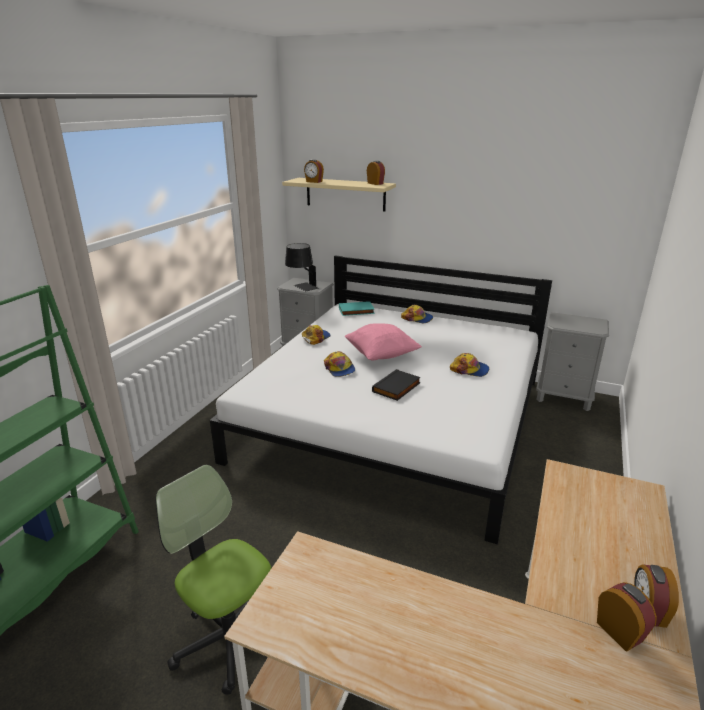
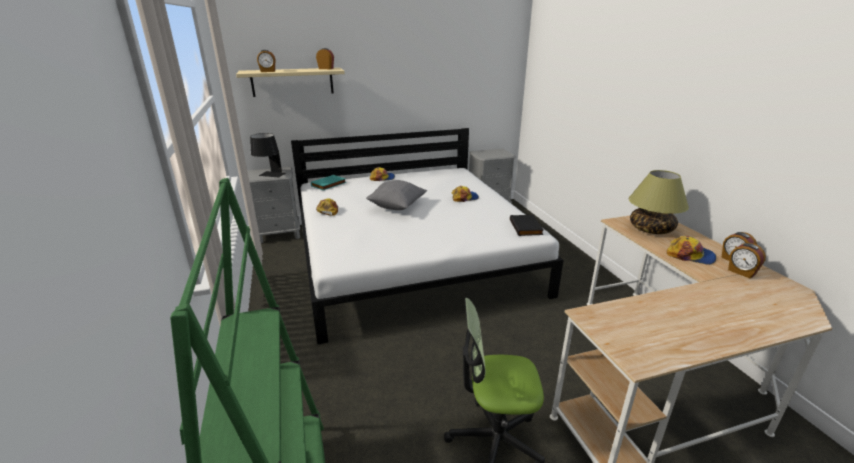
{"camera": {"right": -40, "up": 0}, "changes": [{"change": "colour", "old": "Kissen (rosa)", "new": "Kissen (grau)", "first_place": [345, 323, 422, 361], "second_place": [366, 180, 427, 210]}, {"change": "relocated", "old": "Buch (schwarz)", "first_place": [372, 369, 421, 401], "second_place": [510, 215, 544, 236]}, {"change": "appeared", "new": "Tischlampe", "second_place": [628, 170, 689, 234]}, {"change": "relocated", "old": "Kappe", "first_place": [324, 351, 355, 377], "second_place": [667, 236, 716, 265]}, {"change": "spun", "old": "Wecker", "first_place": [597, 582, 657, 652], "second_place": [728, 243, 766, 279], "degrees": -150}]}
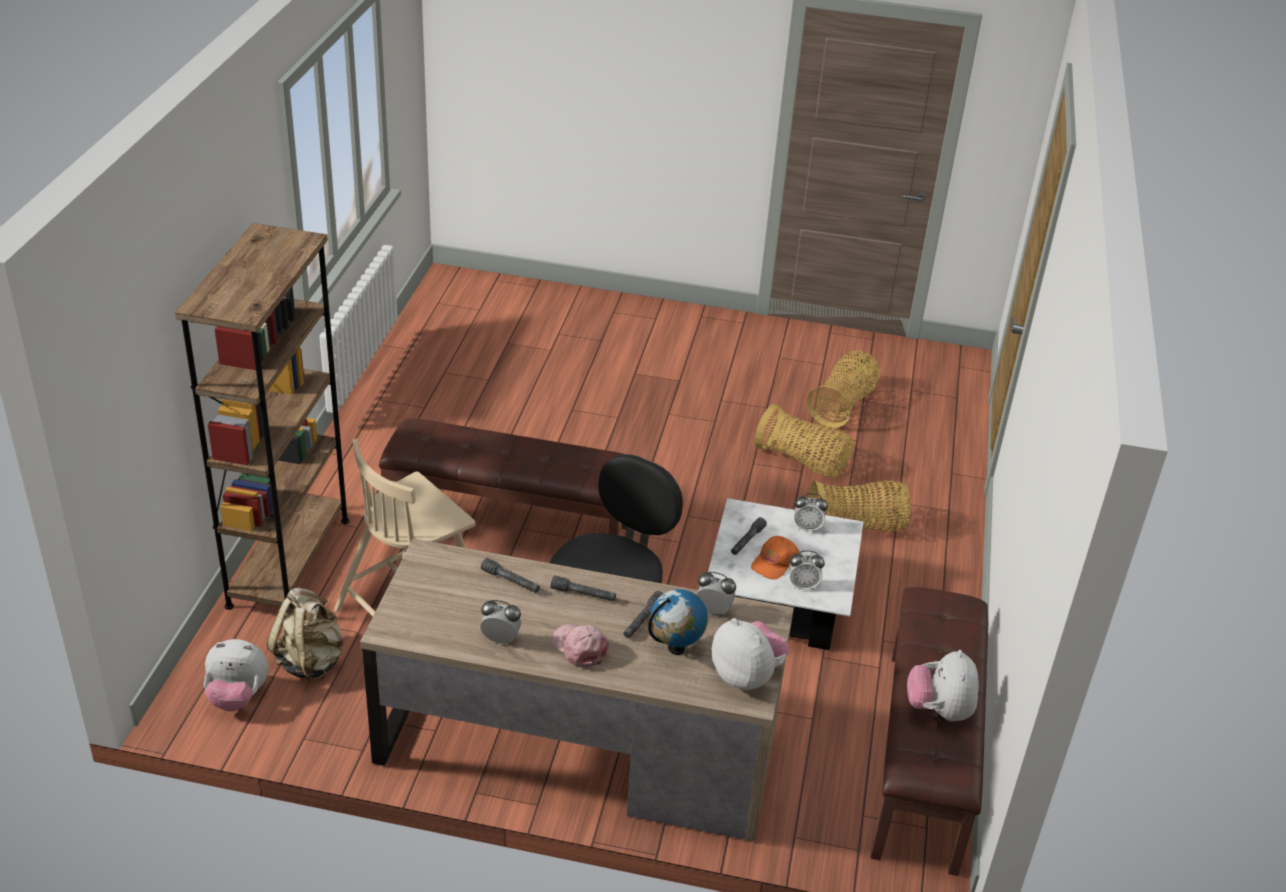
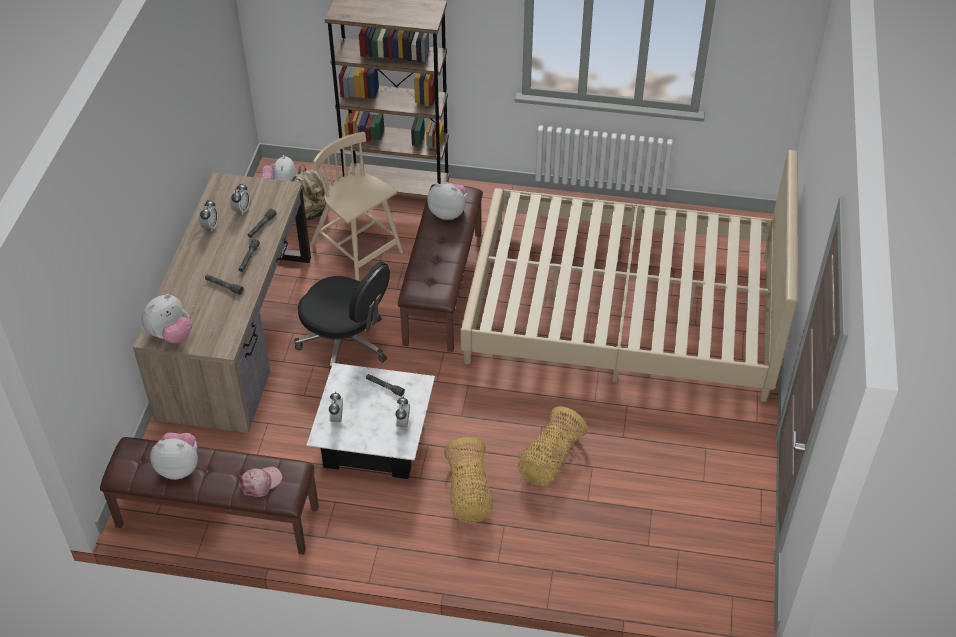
{"camera": {"right": 90, "up": 10}, "changes": [{"change": "relocated", "old": "Wecker", "first_place": [696, 572, 736, 615], "second_place": [230, 184, 250, 215]}, {"change": "relocated", "old": "Kappe (rosa)", "first_place": [552, 624, 609, 668], "second_place": [239, 467, 282, 497]}, {"change": "appeared", "new": "Plüschtier", "second_place": [427, 182, 467, 220]}, {"change": "appeared", "new": "Bett (beige)", "second_place": [460, 150, 798, 402]}, {"change": "missing", "old": "Globus", "first_place": [648, 589, 708, 655]}, {"change": "missing", "old": "Kappe (orange)", "first_place": [751, 536, 799, 580]}, {"change": "missing", "old": "Korb", "first_place": [807, 351, 880, 428]}]}
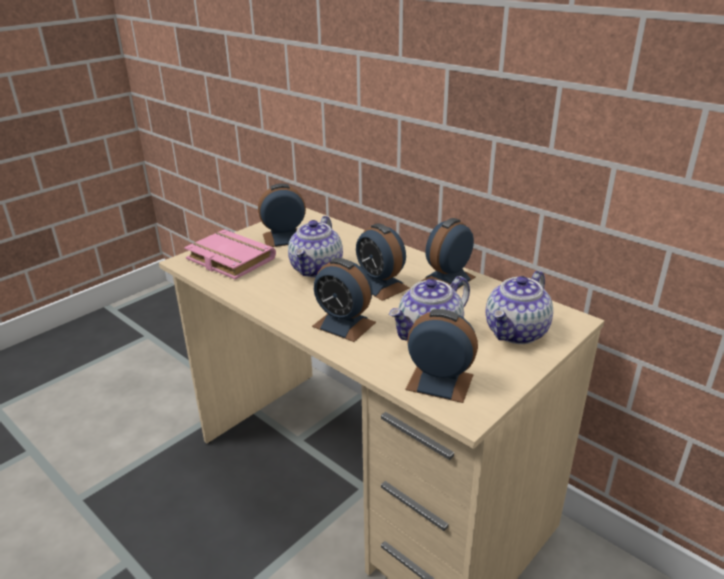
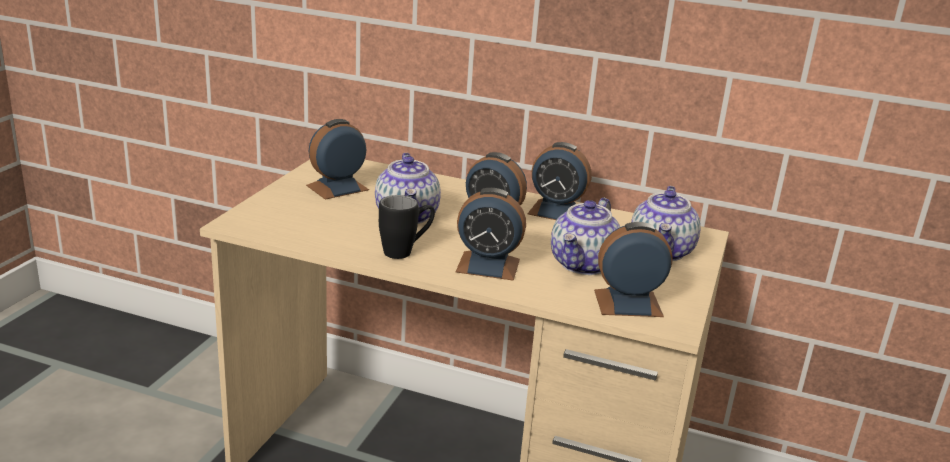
{"camera": {"right": -25, "up": -5}, "changes": [{"change": "appeared", "new": "Henkelbecher (schwarz)", "second_place": [379, 195, 435, 259]}, {"change": "spun", "old": "Wecker", "first_place": [422, 218, 476, 288], "second_place": [527, 142, 592, 220], "degrees": -90}, {"change": "missing", "old": "Buch (rosa)", "first_place": [184, 229, 276, 280]}]}
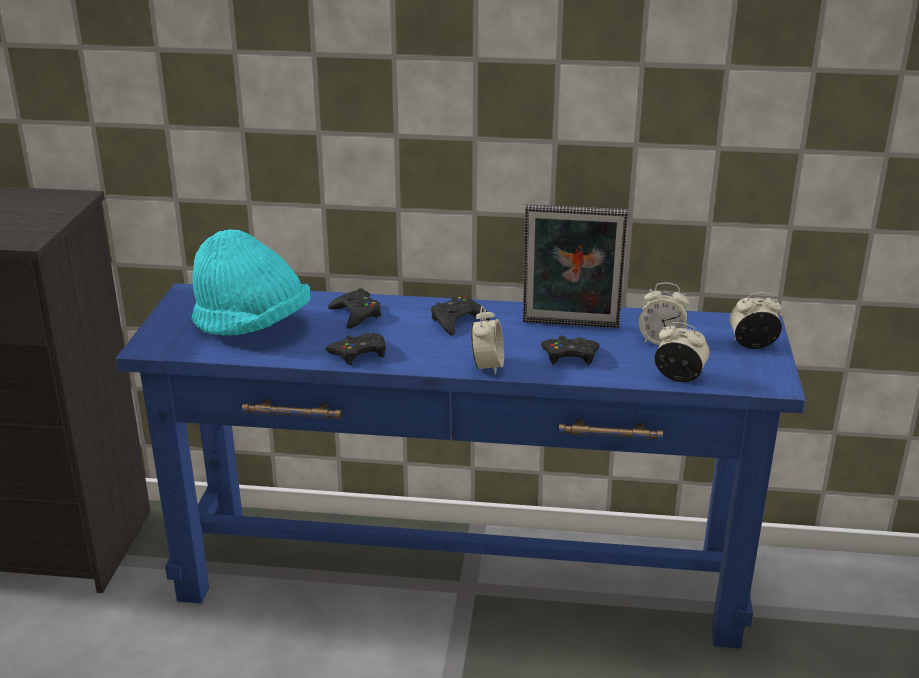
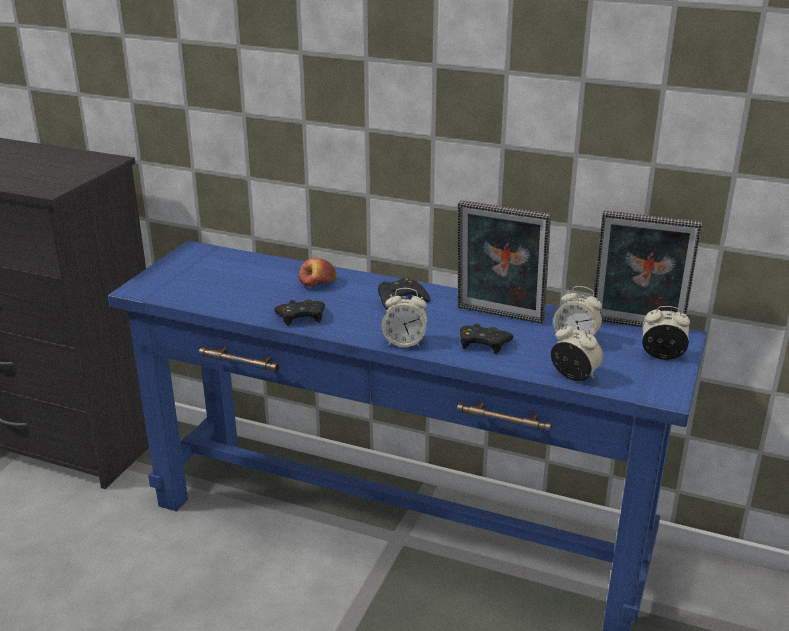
{"camera": {"right": 15, "up": 0}, "changes": [{"change": "exchanged", "old": "Gamepad (schwarz)", "new": "Apfel", "first_place": [328, 288, 381, 329], "second_place": [298, 258, 337, 287]}, {"change": "spun", "old": "Wecker", "first_place": [471, 306, 504, 375], "second_place": [382, 288, 427, 347], "degrees": 75}, {"change": "appeared", "new": "Bilderrahmen", "second_place": [594, 211, 702, 327]}, {"change": "missing", "old": "Hut (türkis)", "first_place": [191, 229, 311, 336]}]}
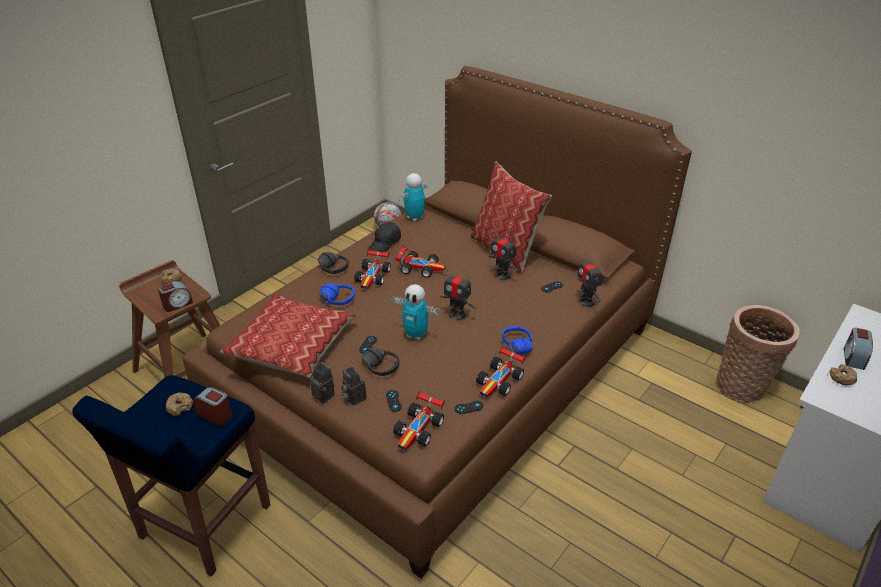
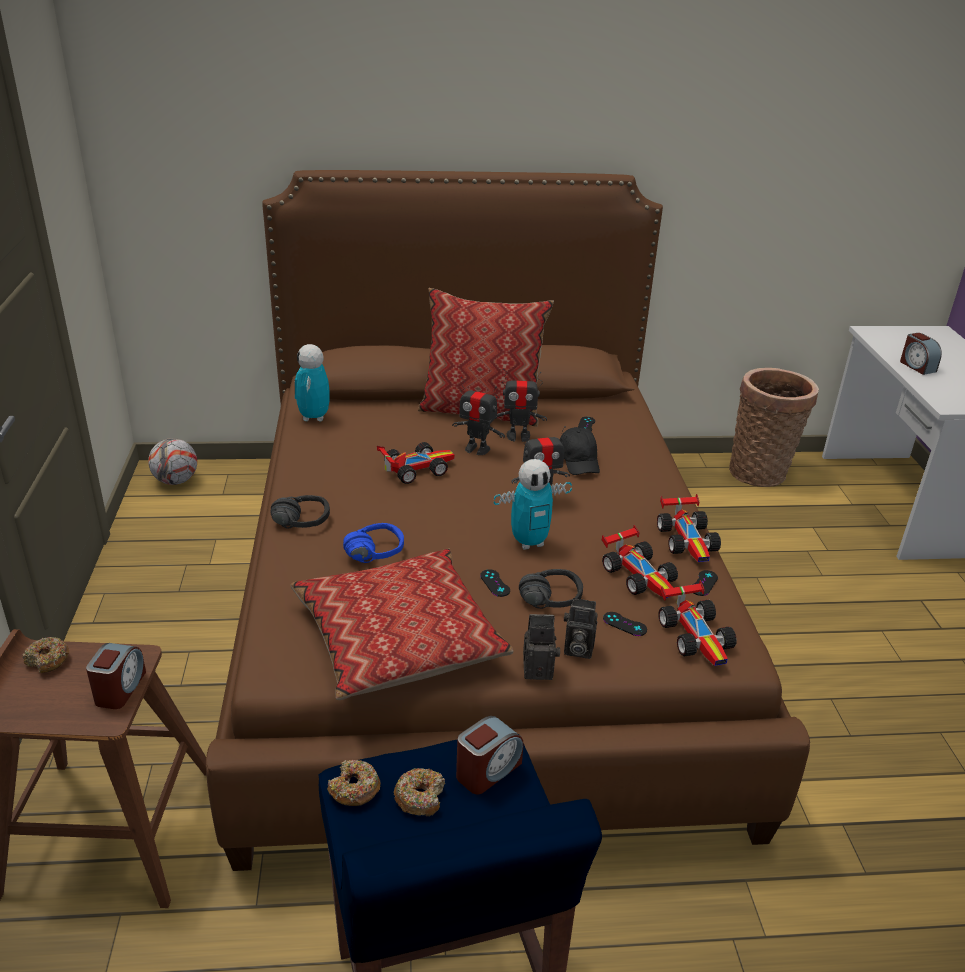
{"camera": {"right": -45, "up": -5}, "changes": [{"change": "relocated", "old": "Donut", "first_place": [829, 364, 857, 385], "second_place": [327, 760, 381, 806]}, {"change": "relocated", "old": "Spielzeugroboter", "first_place": [578, 251, 603, 307], "second_place": [452, 377, 505, 455]}, {"change": "spun", "old": "Wecker", "first_place": [193, 387, 232, 426], "second_place": [456, 716, 523, 794], "degrees": 150}, {"change": "relocated", "old": "Kappe (schwarz)", "first_place": [369, 222, 401, 252], "second_place": [560, 427, 600, 475]}, {"change": "relocated", "old": "Spielzeugauto", "first_place": [354, 249, 391, 289], "second_place": [602, 525, 678, 598]}, {"change": "missing", "old": "Kopfhörer (blau)", "first_place": [502, 326, 533, 354]}]}
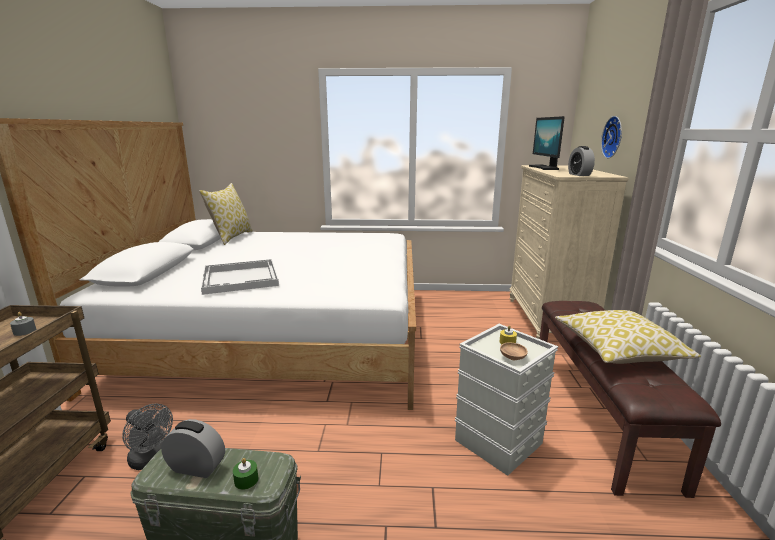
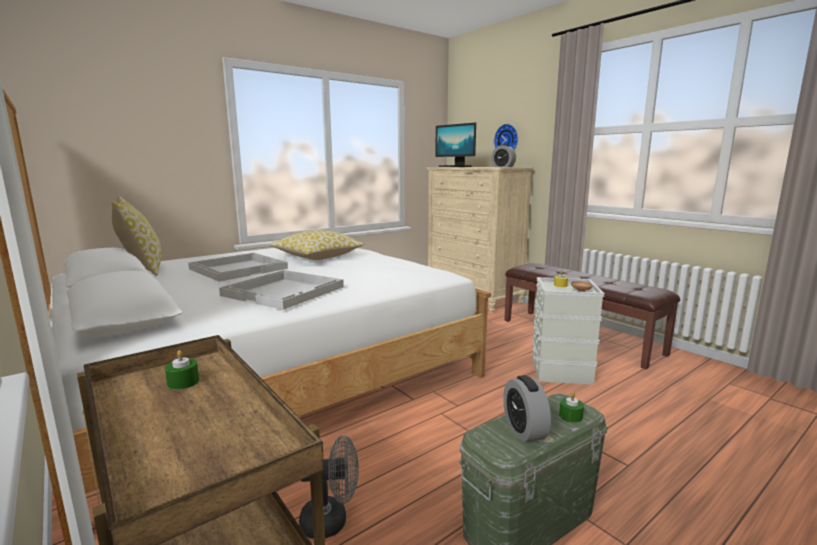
{"camera": {"right": -40, "up": -5}, "changes": [{"change": "colour", "old": "Kerze (grau)", "new": "Kerze (grün)", "first_place": [10, 312, 36, 336], "second_place": [165, 350, 199, 390]}, {"change": "appeared", "new": "Tablett (weiß)", "second_place": [188, 253, 288, 282]}, {"change": "relocated", "old": "Kissen", "first_place": [555, 310, 701, 364], "second_place": [269, 230, 364, 260]}, {"change": "spun", "old": "Wecker", "first_place": [161, 419, 225, 478], "second_place": [503, 375, 551, 442], "degrees": -75}]}
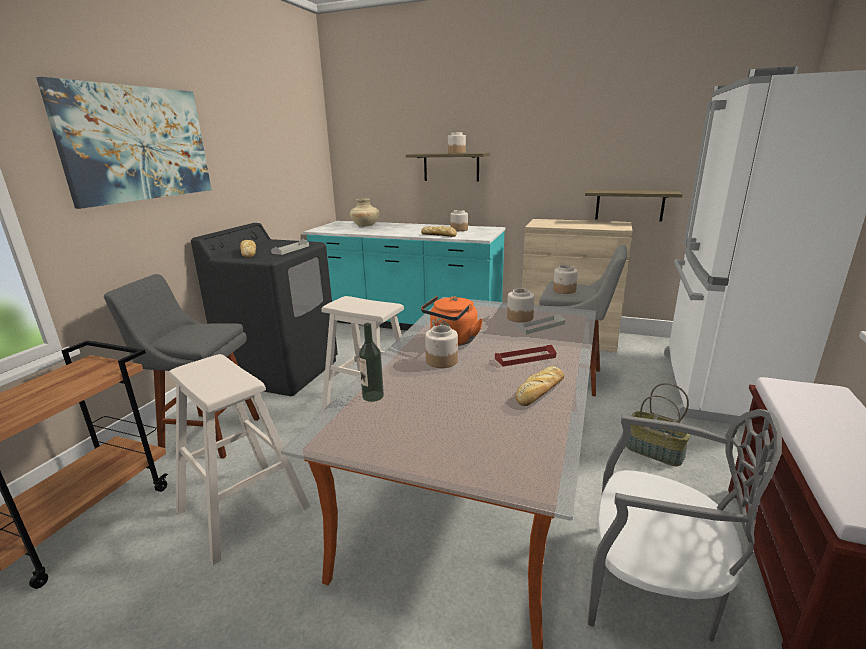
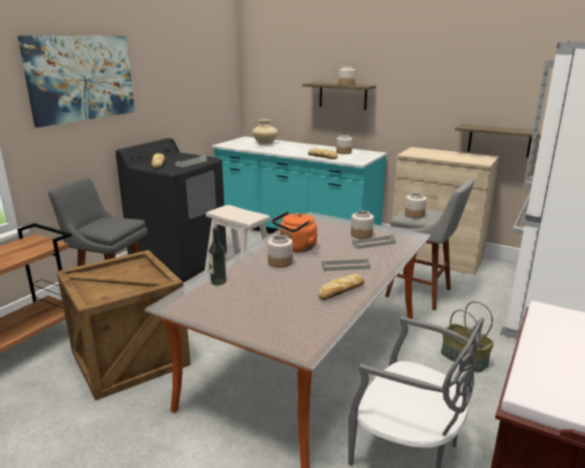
{"camera": {"right": 10, "up": 0}, "changes": [{"change": "exchanged", "old": "Hocker (beige)", "new": "Kiste", "first_place": [169, 354, 310, 565], "second_place": [56, 250, 191, 401]}, {"change": "colour", "old": "Tablett (rot)", "new": "Tablett (grau)", "first_place": [495, 345, 556, 367], "second_place": [322, 258, 370, 271]}]}
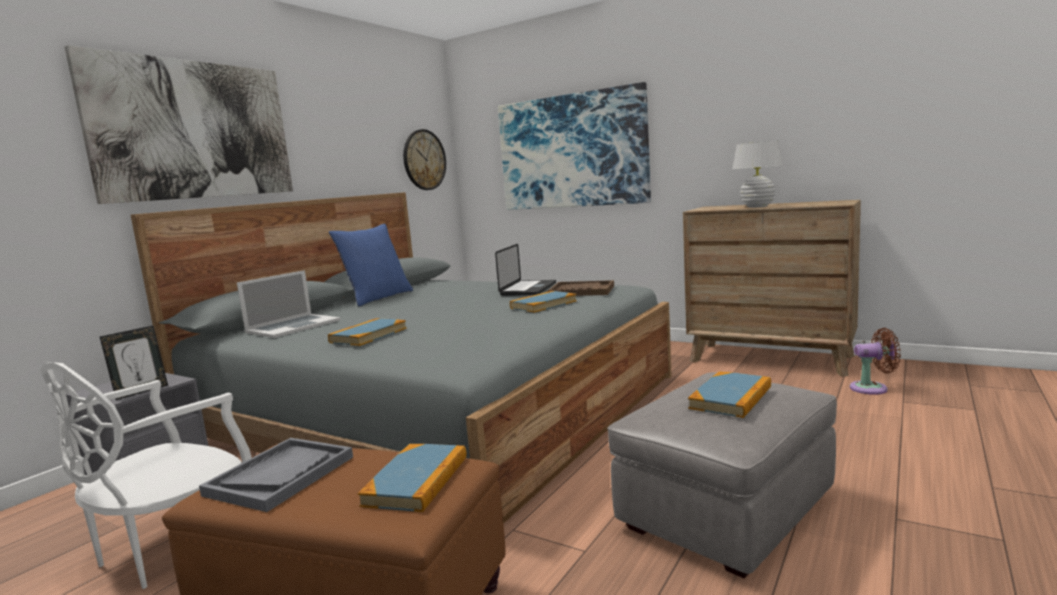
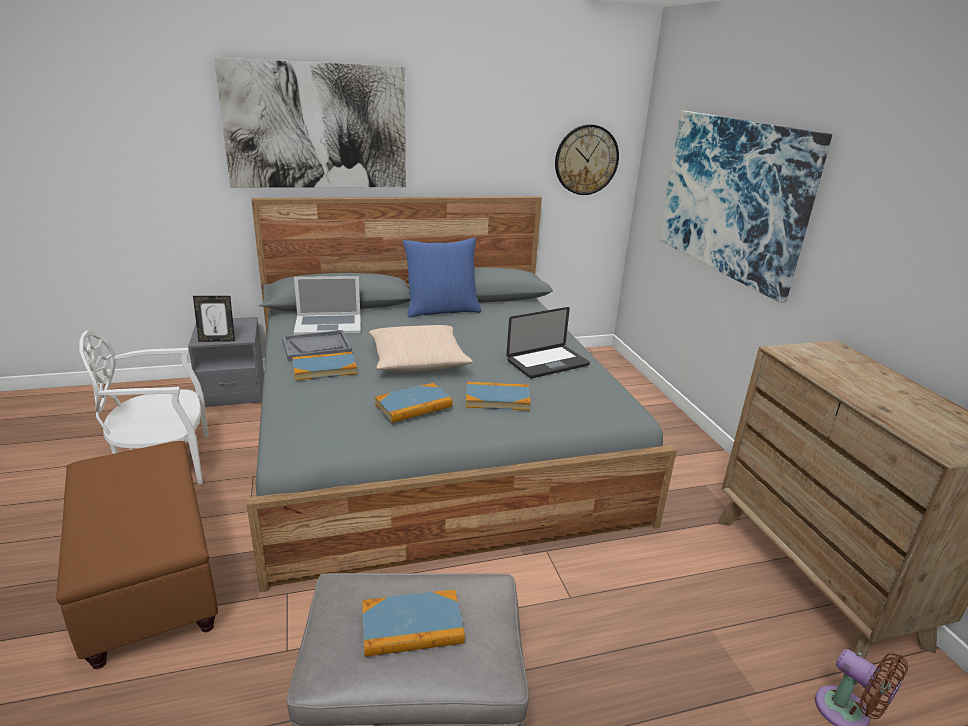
{"camera": {"right": 40, "up": 15}, "changes": [{"change": "relocated", "old": "Tablett (grau)", "first_place": [199, 438, 353, 512], "second_place": [282, 330, 352, 362]}, {"change": "appeared", "new": "Kissen (beige)", "second_place": [369, 325, 473, 371]}, {"change": "relocated", "old": "Buch", "first_place": [358, 444, 467, 512], "second_place": [375, 383, 453, 423]}, {"change": "missing", "old": "Tablett (braun)", "first_place": [548, 280, 614, 296]}, {"change": "missing", "old": "Tischlampe (weiß)", "first_place": [732, 141, 783, 208]}]}
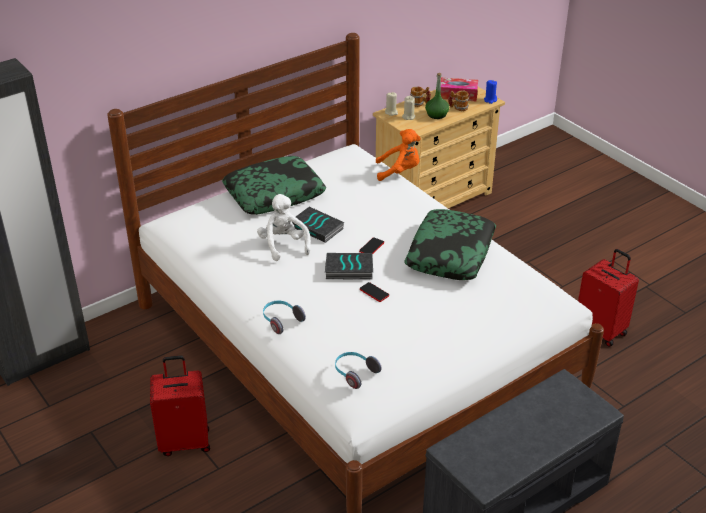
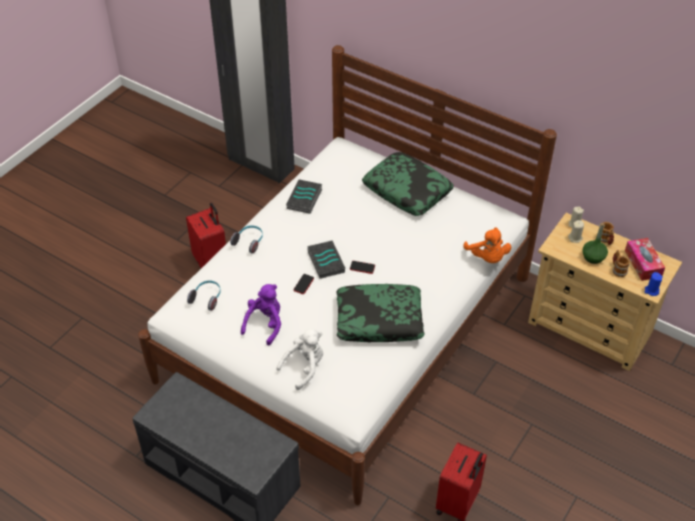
{"camera": {"right": 70, "up": 10}, "changes": [{"change": "appeared", "new": "Plüschtier (lila)", "second_place": [241, 284, 281, 346]}, {"change": "relocated", "old": "Plüschtier (weiß)", "first_place": [257, 194, 311, 261], "second_place": [276, 329, 323, 390]}, {"change": "relocated", "old": "Buch", "first_place": [292, 207, 344, 243], "second_place": [286, 179, 322, 214]}]}
